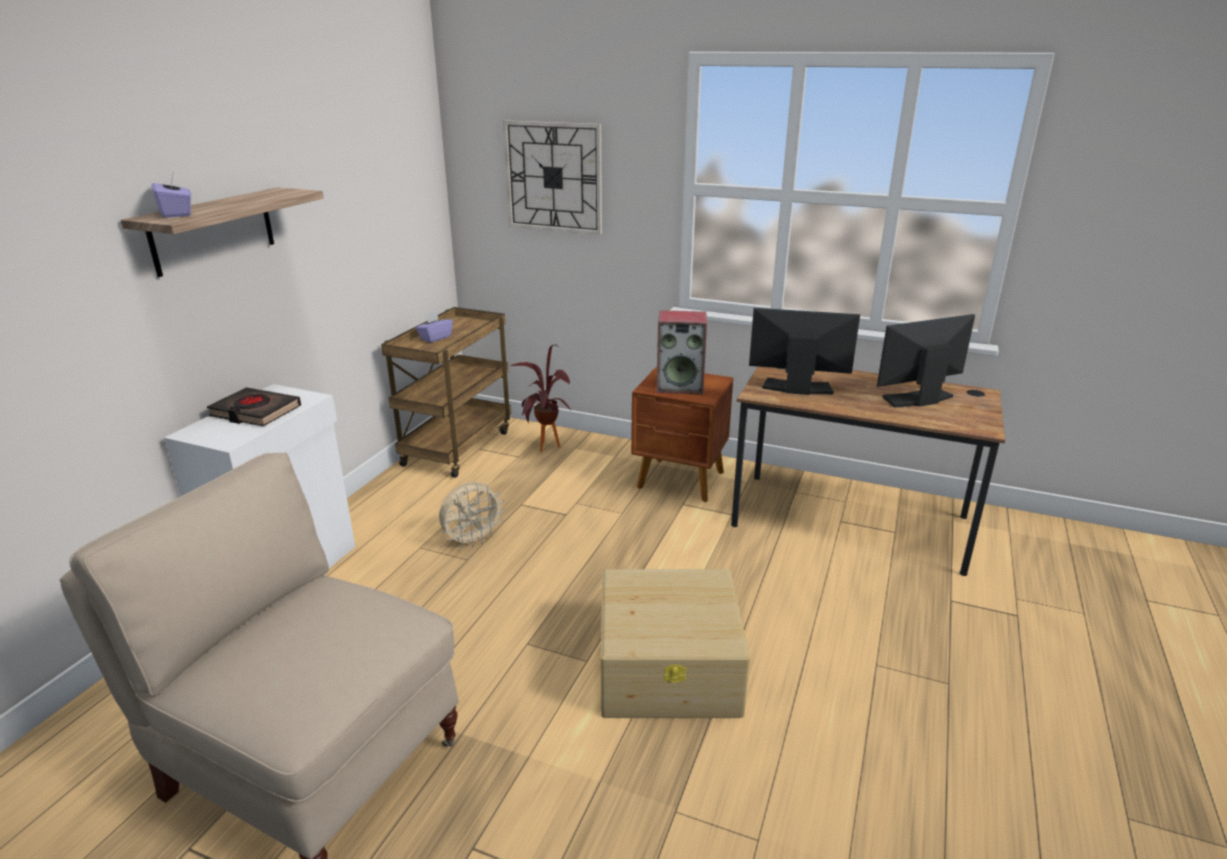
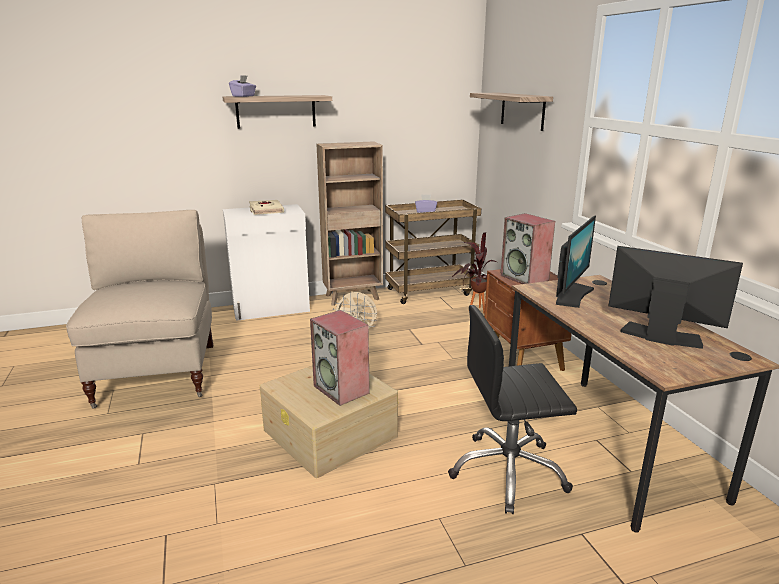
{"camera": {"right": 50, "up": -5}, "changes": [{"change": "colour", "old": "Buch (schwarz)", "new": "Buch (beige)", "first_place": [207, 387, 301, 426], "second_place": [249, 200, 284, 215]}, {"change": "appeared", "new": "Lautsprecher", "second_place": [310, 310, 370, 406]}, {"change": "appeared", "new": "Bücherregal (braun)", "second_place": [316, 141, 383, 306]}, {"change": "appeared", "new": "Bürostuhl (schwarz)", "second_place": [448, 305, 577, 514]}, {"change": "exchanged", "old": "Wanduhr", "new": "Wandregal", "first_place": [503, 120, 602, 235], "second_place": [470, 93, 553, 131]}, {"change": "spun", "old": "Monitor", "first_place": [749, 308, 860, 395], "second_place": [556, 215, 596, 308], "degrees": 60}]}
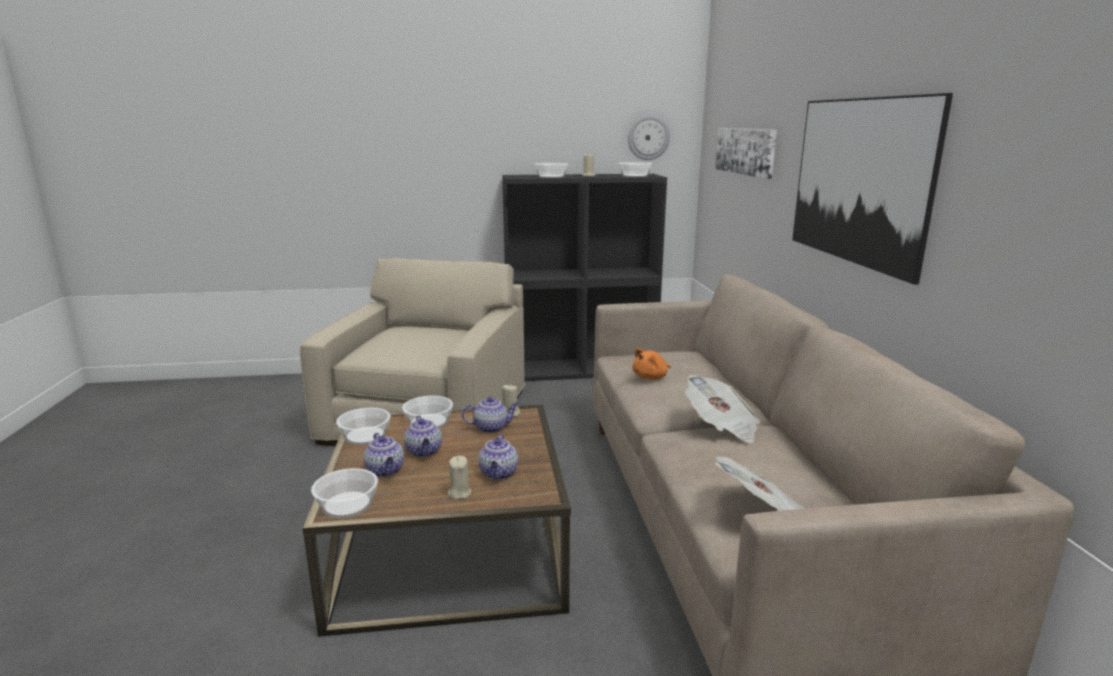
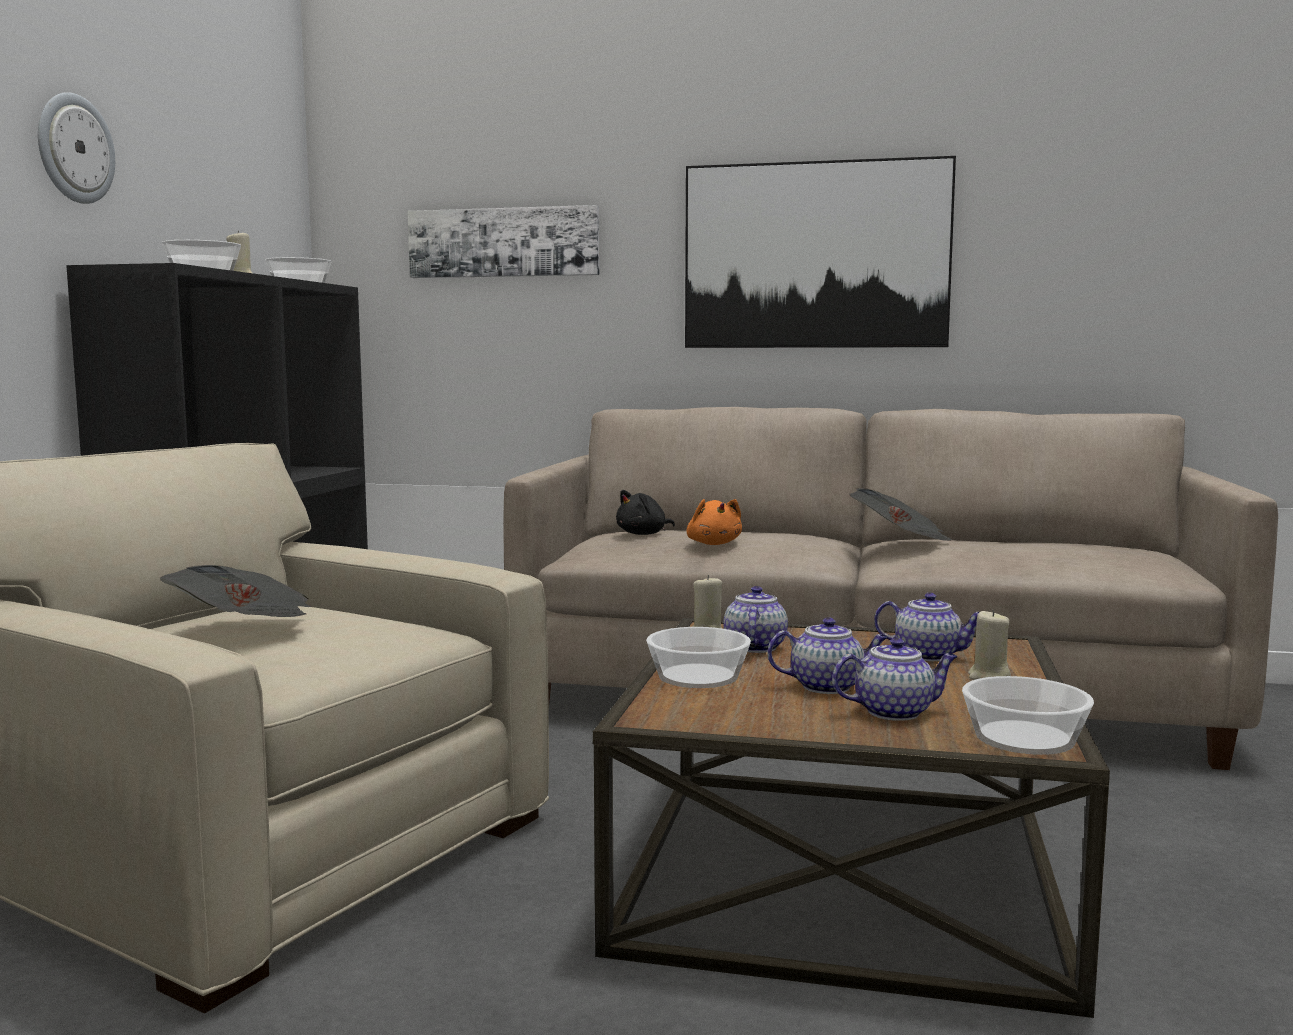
{"camera": {"right": -70, "up": -10}, "changes": [{"change": "relocated", "old": "Wanduhr", "first_place": [628, 115, 670, 160], "second_place": [38, 92, 115, 204]}, {"change": "relocated", "old": "Zeitung", "first_place": [714, 456, 806, 511], "second_place": [160, 565, 312, 617]}, {"change": "appeared", "new": "Plüschtier (schwarz)", "second_place": [616, 490, 675, 535]}, {"change": "missing", "old": "Schüssel", "first_place": [336, 408, 391, 445]}]}
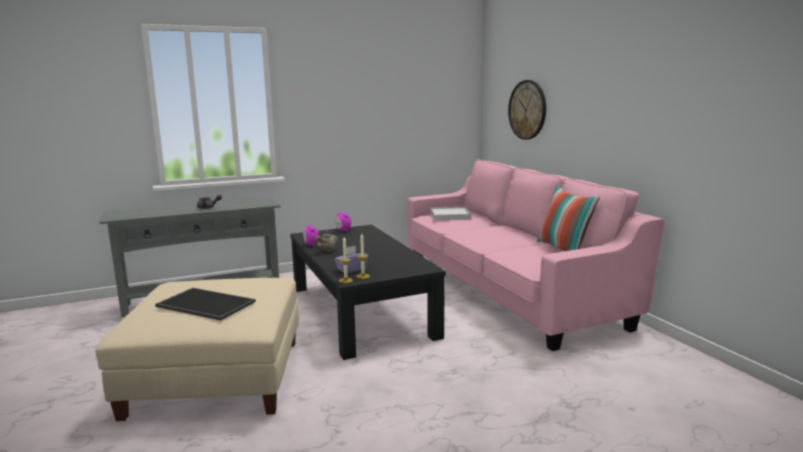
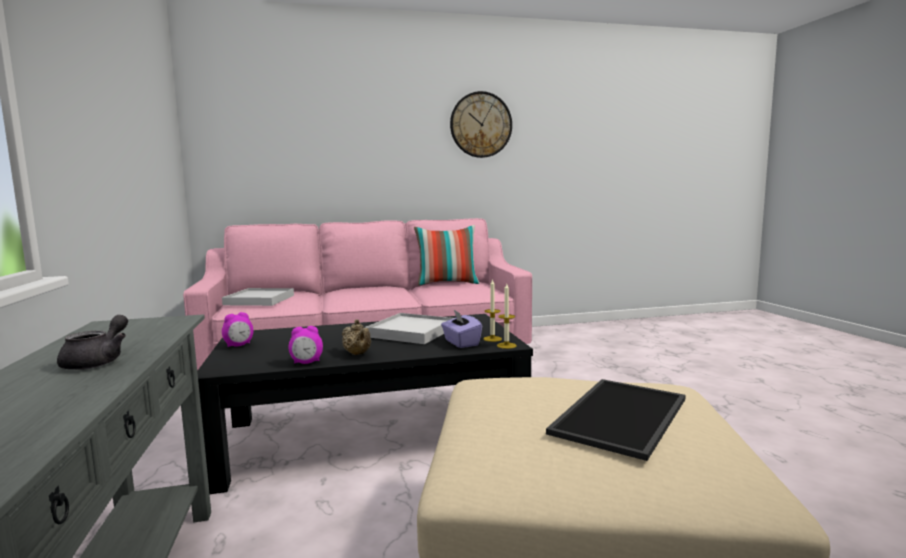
{"camera": {"right": -80, "up": -5}, "changes": [{"change": "appeared", "new": "Tablett (weiß)", "second_place": [365, 313, 454, 344]}, {"change": "relocated", "old": "Wanduhr", "first_place": [508, 80, 546, 140], "second_place": [450, 91, 512, 158]}]}
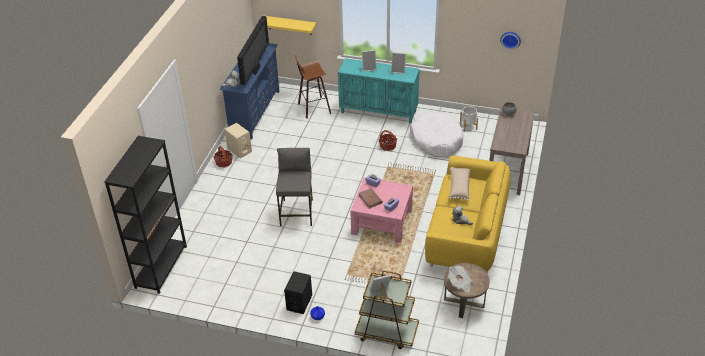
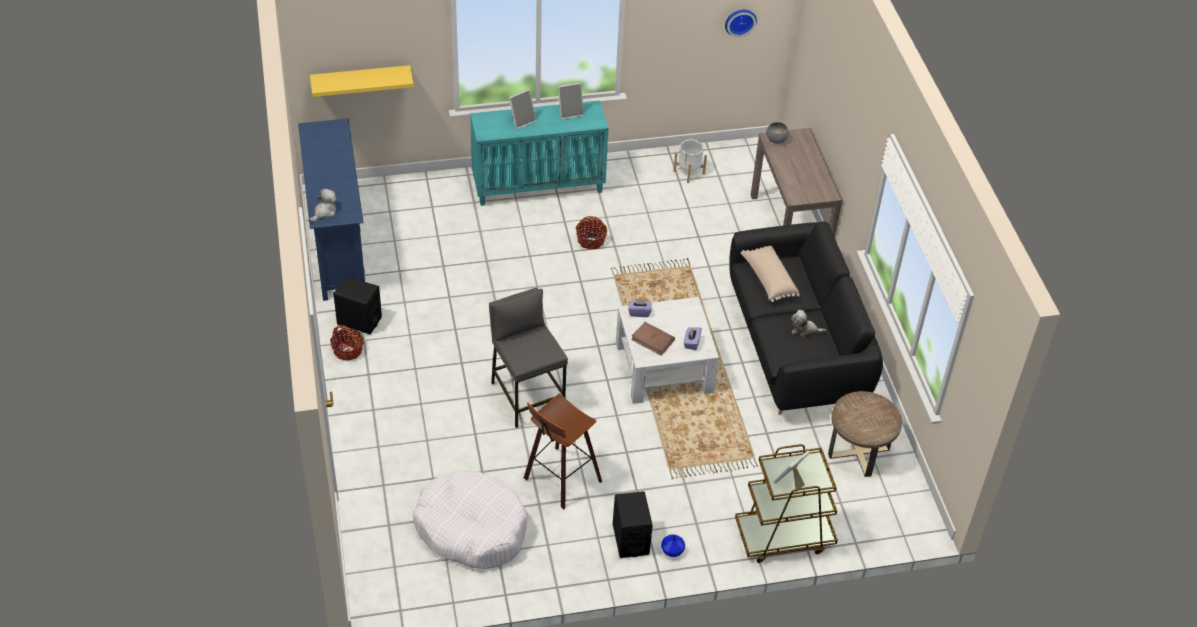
{"camera": {"right": -30, "up": 5}, "changes": [{"change": "colour", "old": "Lautsprecher (beige)", "new": "Lautsprecher (schwarz)", "first_place": [225, 123, 252, 158], "second_place": [333, 276, 382, 334]}, {"change": "relocated", "old": "Hundebett (weiß)", "first_place": [410, 111, 464, 157], "second_place": [413, 470, 528, 569]}, {"change": "relocated", "old": "Hocker", "first_place": [295, 55, 331, 119], "second_place": [524, 393, 602, 509]}, {"change": "colour", "old": "Couchtisch (rosa)", "new": "Couchtisch (weiß)", "first_place": [350, 177, 413, 243], "second_place": [616, 297, 719, 404]}, {"change": "colour", "old": "Sofa (gelb)", "new": "Sofa (schwarz)", "first_place": [425, 156, 511, 274], "second_place": [729, 221, 883, 415]}, {"change": "missing", "old": "Bücherregal (schwarz)", "first_place": [104, 136, 187, 294]}, {"change": "missing", "old": "Fernseher", "first_place": [237, 16, 269, 85]}, {"change": "missing", "old": "Zeitung", "first_place": [448, 266, 473, 292]}]}
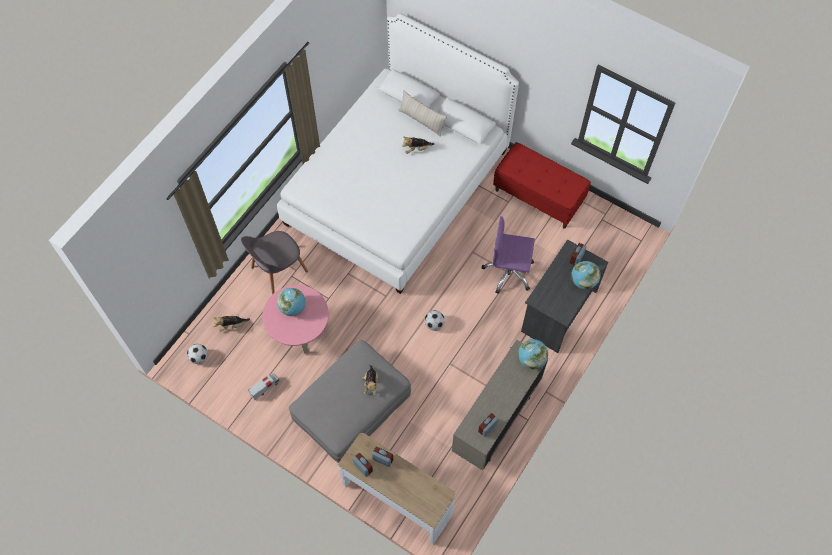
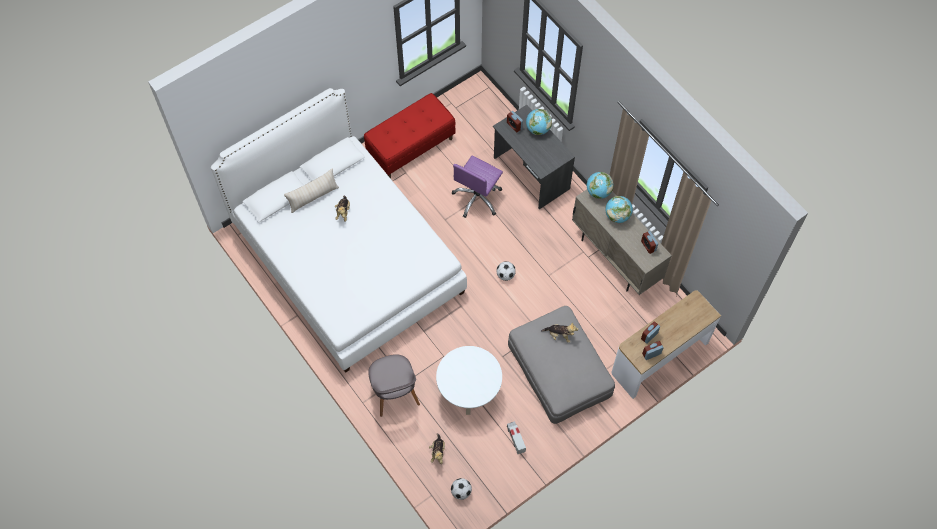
{"camera": {"right": -70, "up": 0}, "changes": [{"change": "colour", "old": "Couchtisch (rosa)", "new": "Couchtisch (weiß)", "first_place": [262, 285, 329, 354], "second_place": [436, 346, 502, 415]}, {"change": "relocated", "old": "Globus", "first_place": [277, 288, 306, 316], "second_place": [605, 196, 633, 223]}]}
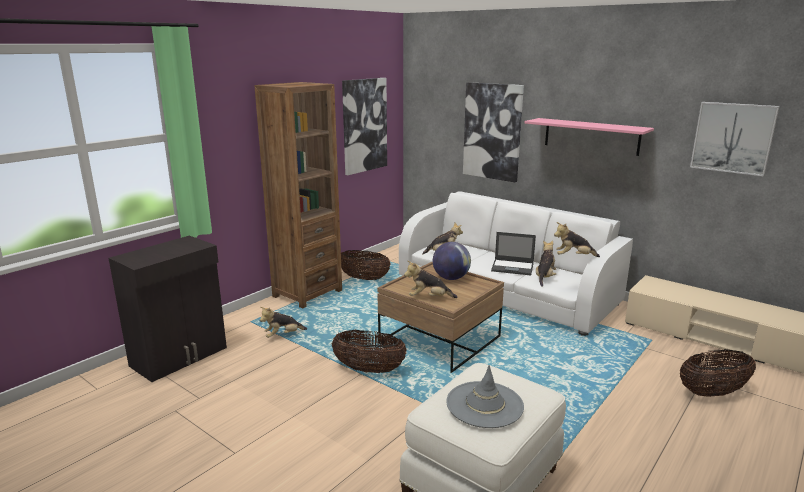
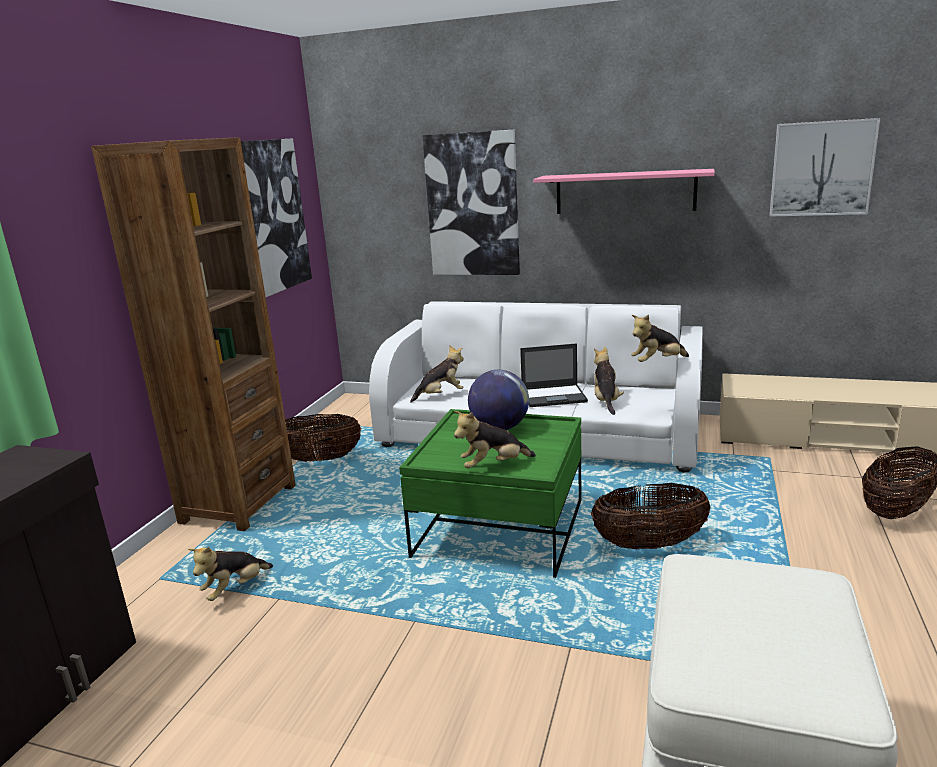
{"camera": {"right": -20, "up": 0}, "changes": [{"change": "colour", "old": "Couchtisch (braun)", "new": "Couchtisch (grün)", "first_place": [377, 262, 504, 373], "second_place": [399, 409, 581, 578]}, {"change": "relocated", "old": "Korb", "first_place": [332, 330, 407, 373], "second_place": [591, 483, 711, 550]}, {"change": "missing", "old": "Hut (grau)", "first_place": [446, 365, 524, 428]}]}
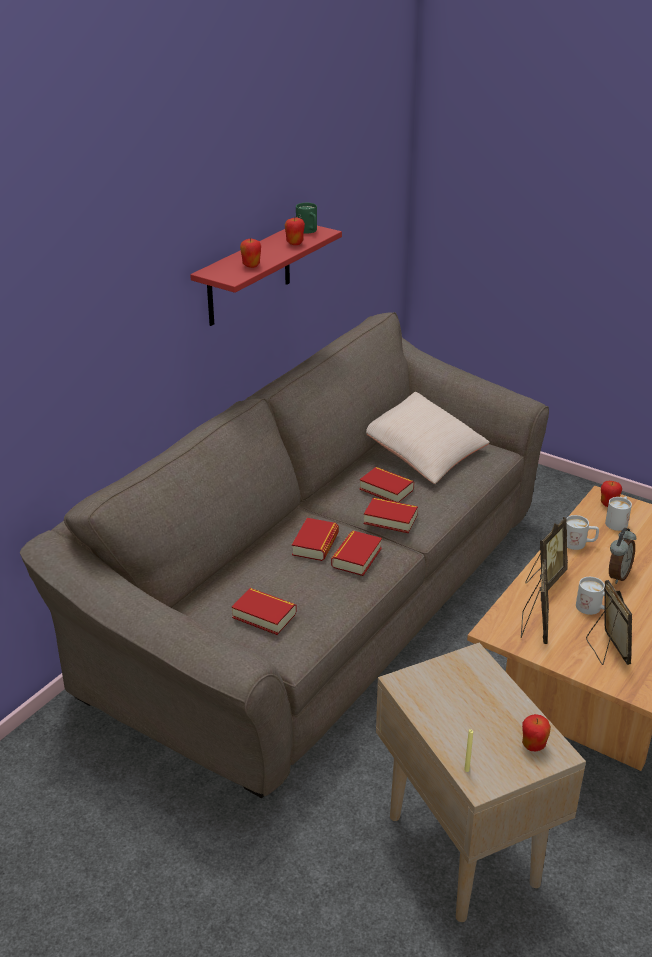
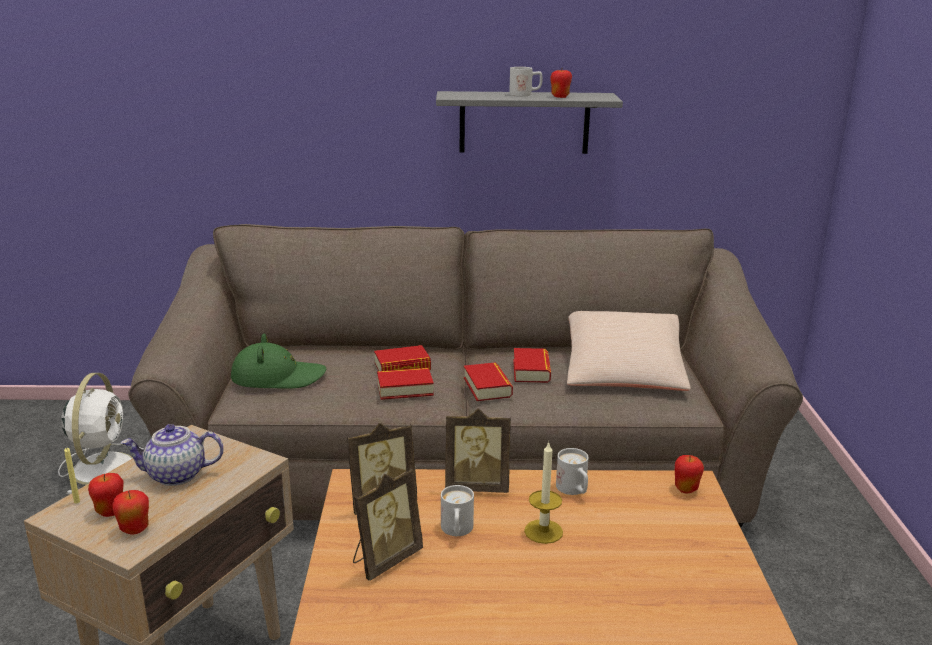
{"camera": {"right": 55, "up": -10}, "changes": [{"change": "appeared", "new": "Ventilator (weiß)", "second_place": [58, 373, 143, 495]}, {"change": "relocated", "old": "Apfel", "first_place": [240, 237, 261, 268], "second_place": [88, 473, 123, 517]}, {"change": "appeared", "new": "Teekanne", "second_place": [121, 424, 223, 486]}, {"change": "exchanged", "old": "Buch", "new": "Hut (grün)", "first_place": [232, 588, 297, 635], "second_place": [231, 333, 326, 389]}, {"change": "colour", "old": "Wandregal (rot)", "new": "Wandregal (grau)", "first_place": [190, 226, 342, 326], "second_place": [436, 91, 623, 154]}, {"change": "relocated", "old": "Henkelbecher (weiß)", "first_place": [605, 496, 632, 531], "second_place": [509, 67, 543, 96]}, {"change": "exchanged", "old": "Wecker", "new": "Kerze", "first_place": [609, 528, 636, 584], "second_place": [524, 441, 563, 544]}, {"change": "missing", "old": "Henkelbecher (grün)", "first_place": [296, 203, 317, 234]}]}
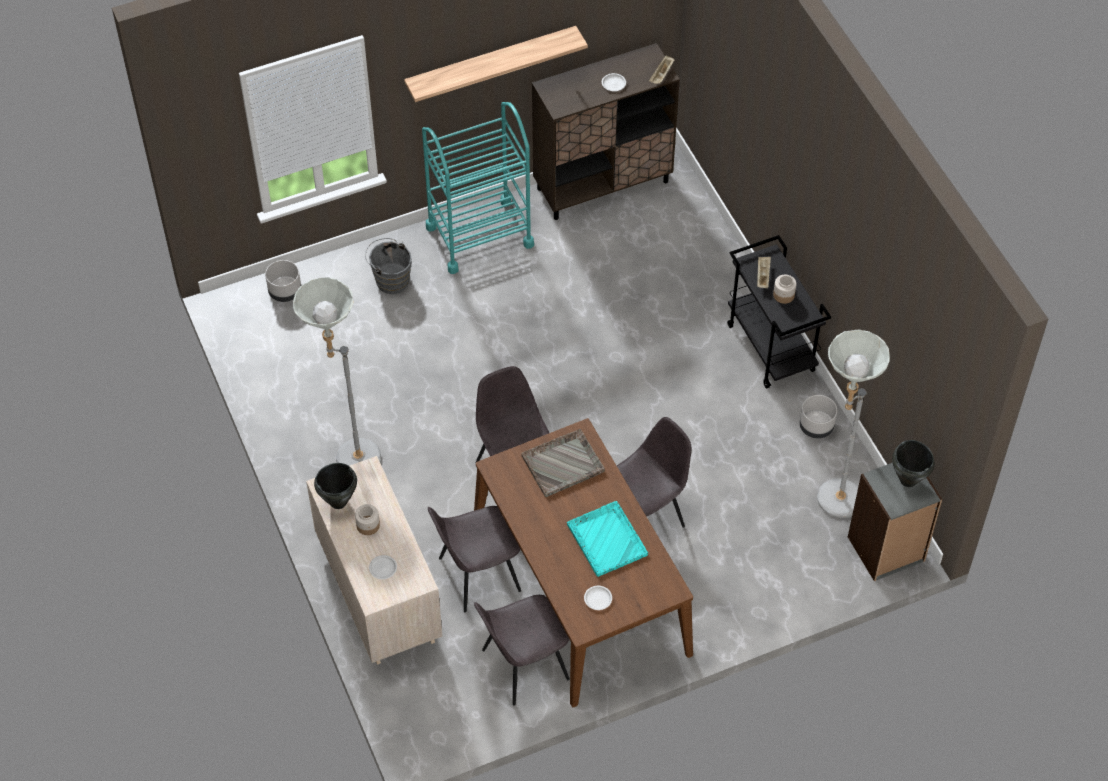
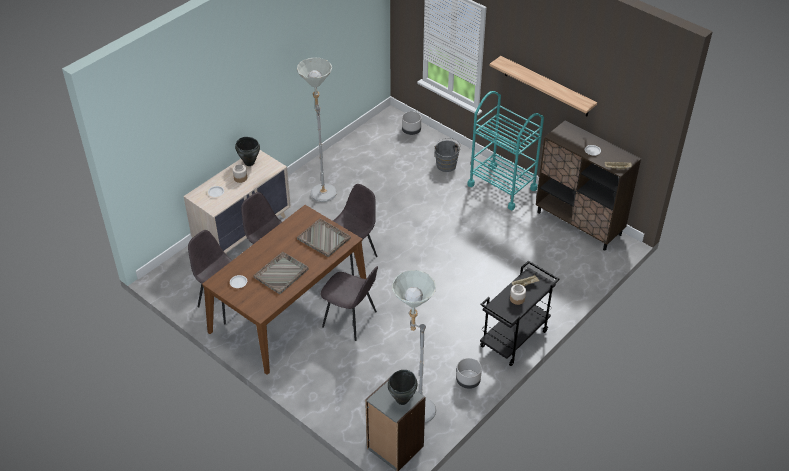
{"camera": {"right": 65, "up": -10}, "changes": [{"change": "colour", "old": "Tablett (türkis)", "new": "Tablett (grau)", "first_place": [567, 501, 648, 577], "second_place": [254, 252, 309, 294]}]}
